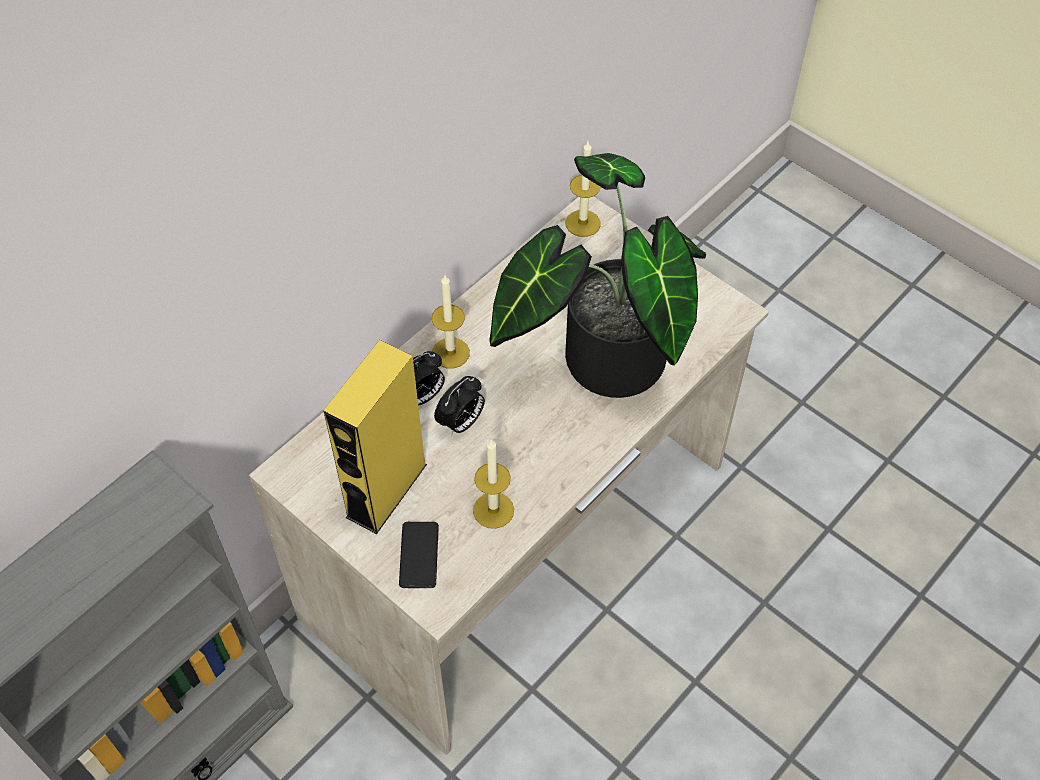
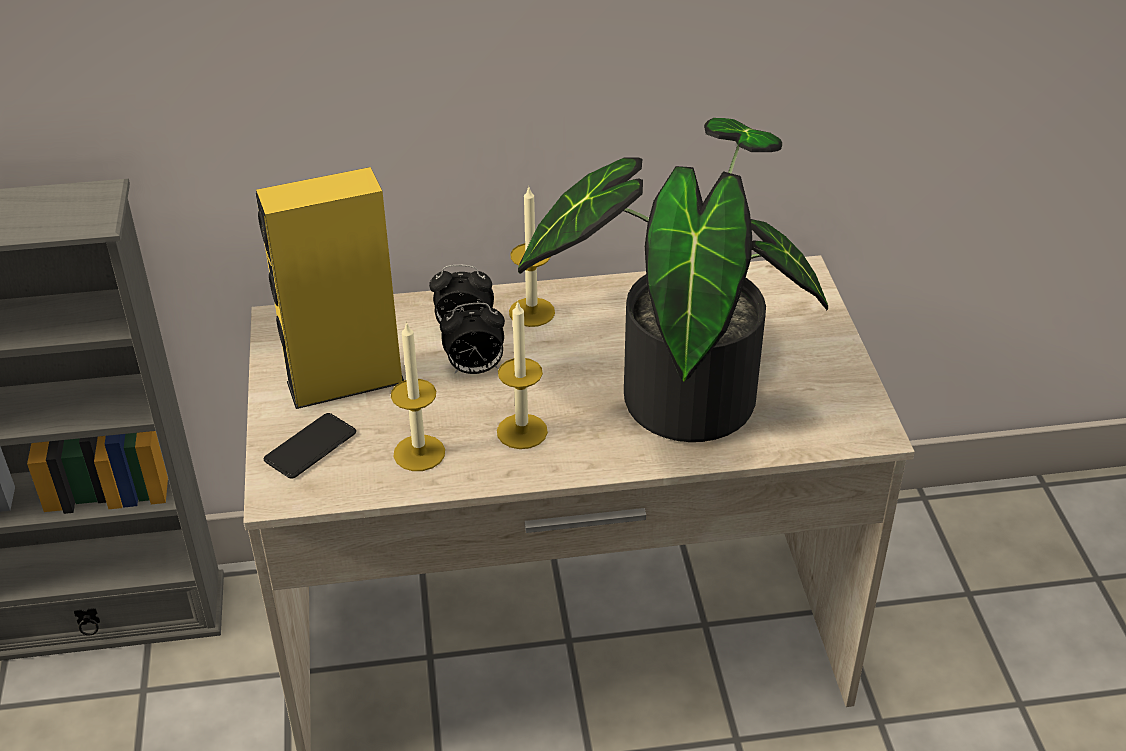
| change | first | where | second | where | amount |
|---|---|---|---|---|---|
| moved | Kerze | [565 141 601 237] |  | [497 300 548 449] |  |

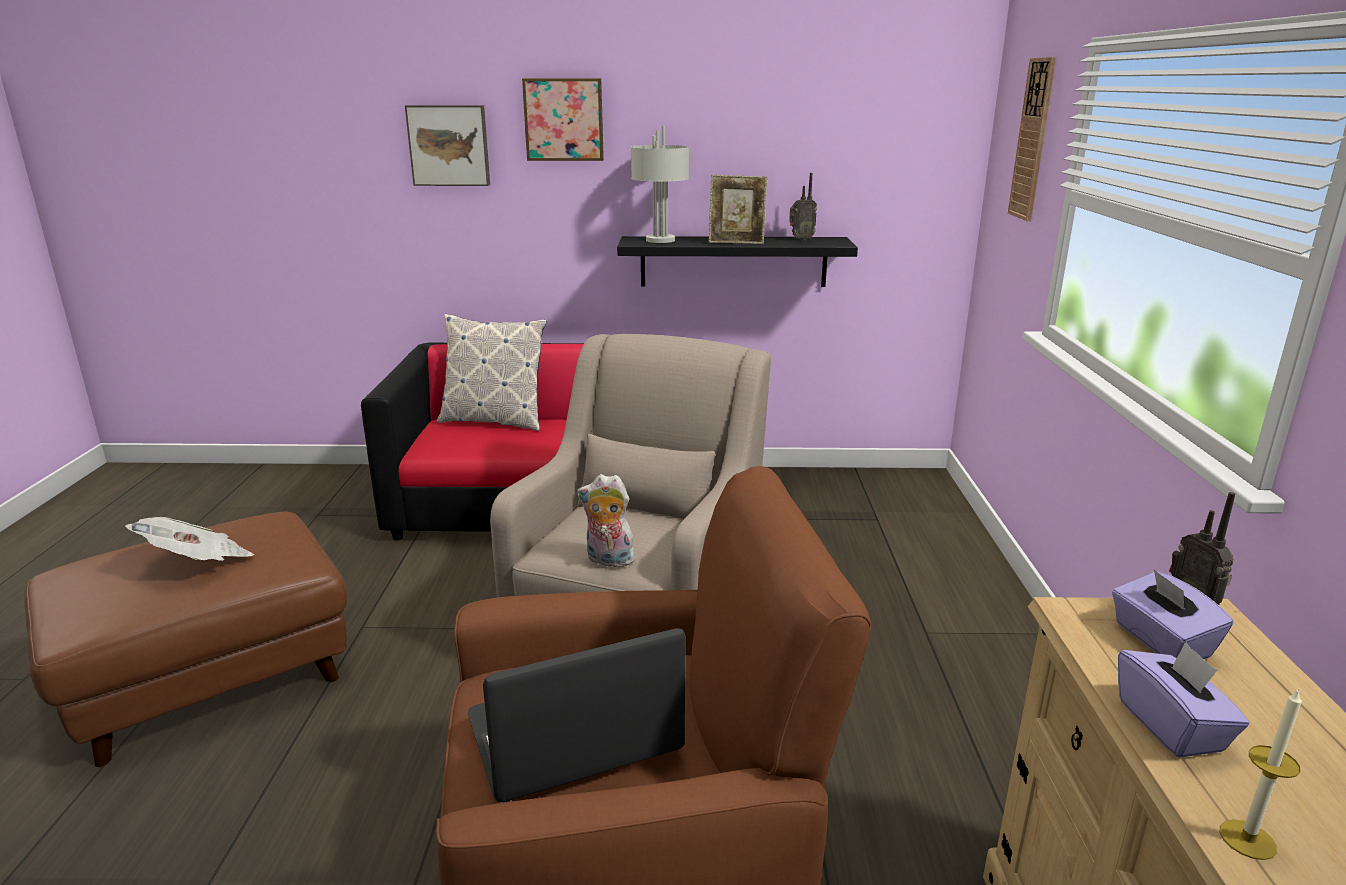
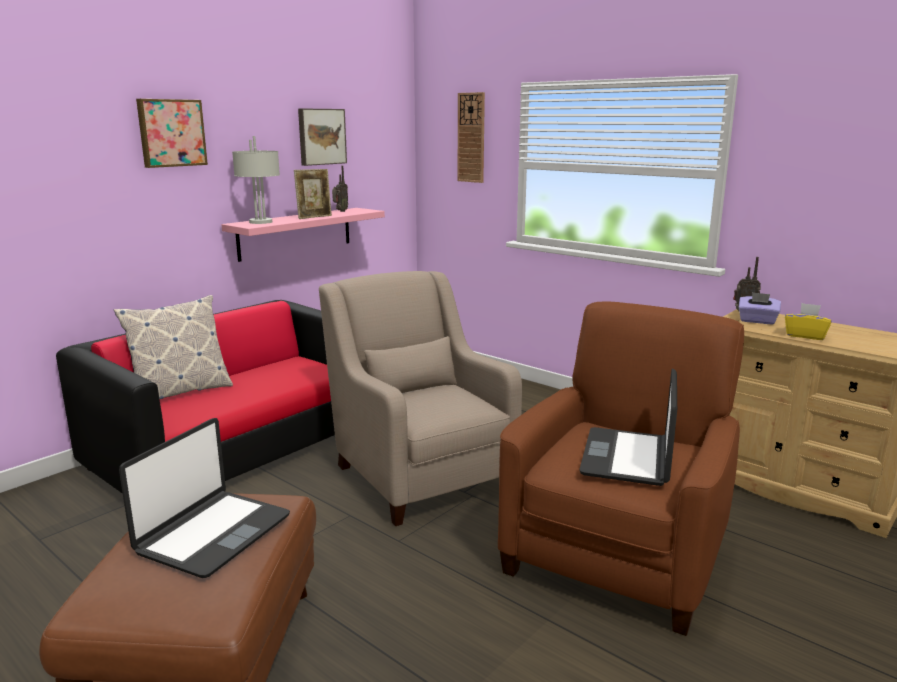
| change | first | where | second | where | amount |
|---|---|---|---|---|---|
| replaced | Zeitung | [125 517 254 561] | Laptop | [119 418 290 578] |  |
| recoloured | Wandregal/schwarz | [617 236 858 287] | Wandregal/rosa | [222 208 385 262] |  |
| moved | Bild | [405 105 490 186] |  | [298 108 347 166] |  |
| recoloured | Taschentuchbox/lila | [1118 642 1250 758] | Taschentuchbox/gelb | [785 303 832 340] |  |
| removed | Plüschtier | [577 474 640 567] |  |  |  |
| removed | Kerze | [1219 688 1302 860] |  |  |  |

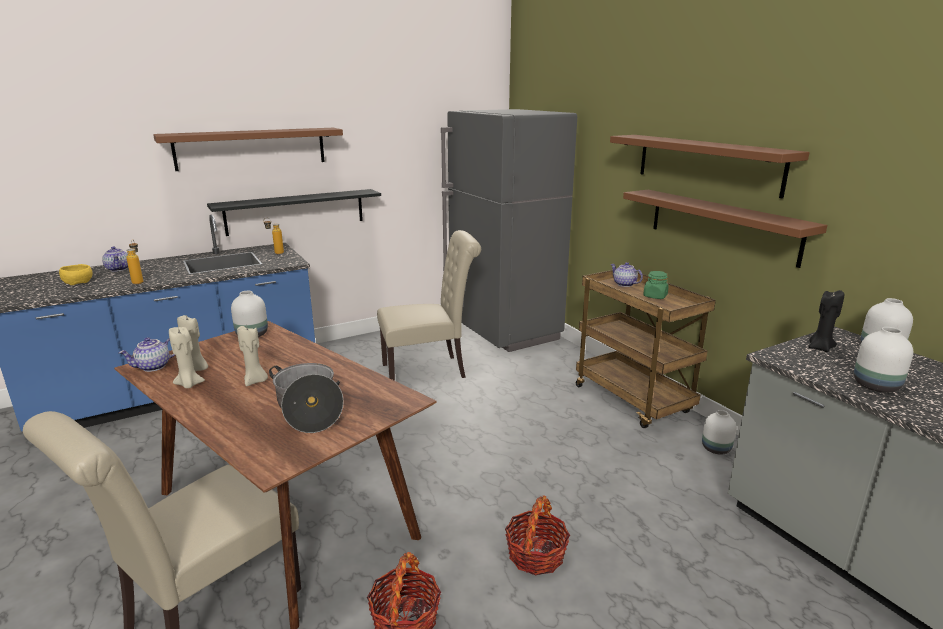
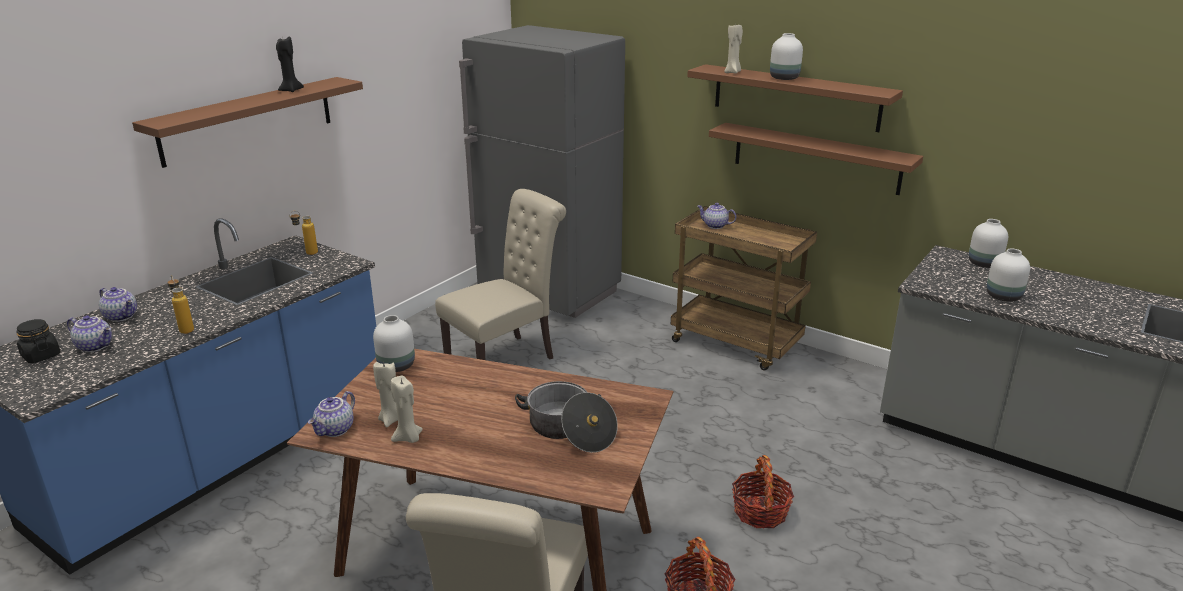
| change | first | where | second | where | amount |
|---|---|---|---|---|---|
| added |  |  | Vorratsglas/schwarz | [17 319 61 363] |  |
| replaced | Schüssel/gelb | [59 264 93 285] | Teekanne | [67 315 112 352] |  |
| moved | Kerze/schwarz | [808 290 844 352] |  | [276 36 304 92] |  |
| moved | Kerze/beige | [237 325 268 386] |  | [724 25 743 74] |  |
| moved | Vase/weiß | [702 410 736 455] |  | [770 33 803 80] |  |
| removed | Wandregal/schwarz | [207 189 381 236] |  |  |  |
| removed | Vorratsglas/grün | [643 271 669 299] |  |  |  |

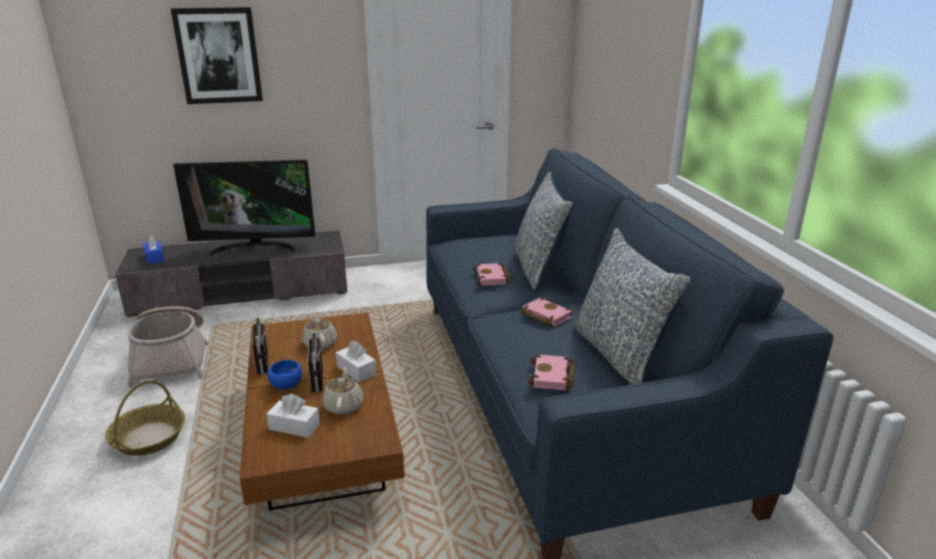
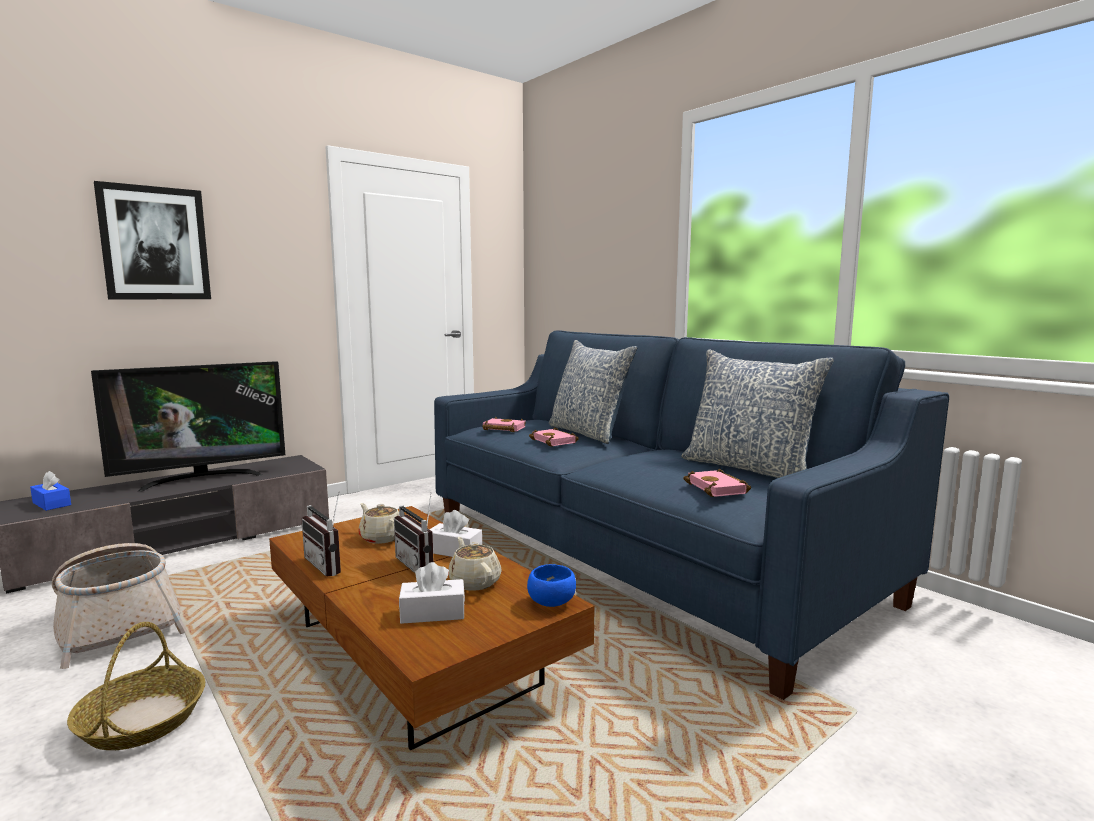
| change | first | where | second | where | amount |
|---|---|---|---|---|---|
| moved | Buch/rosa | [521 297 573 327] |  | [482 417 526 432] |  |
| moved | Schüssel/blau | [267 360 302 389] |  | [527 564 576 607] |  |

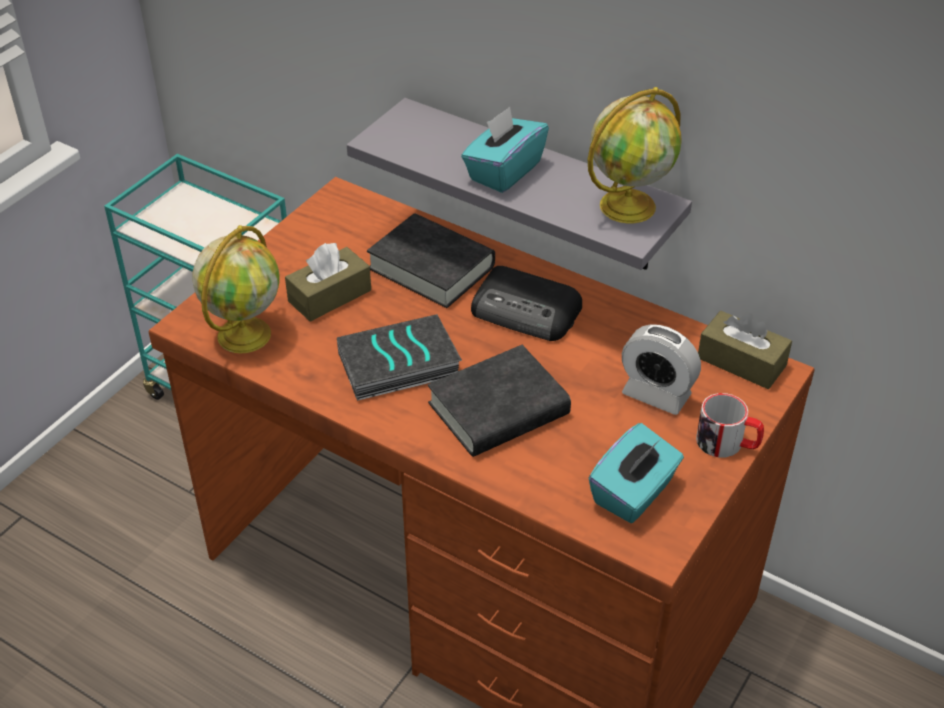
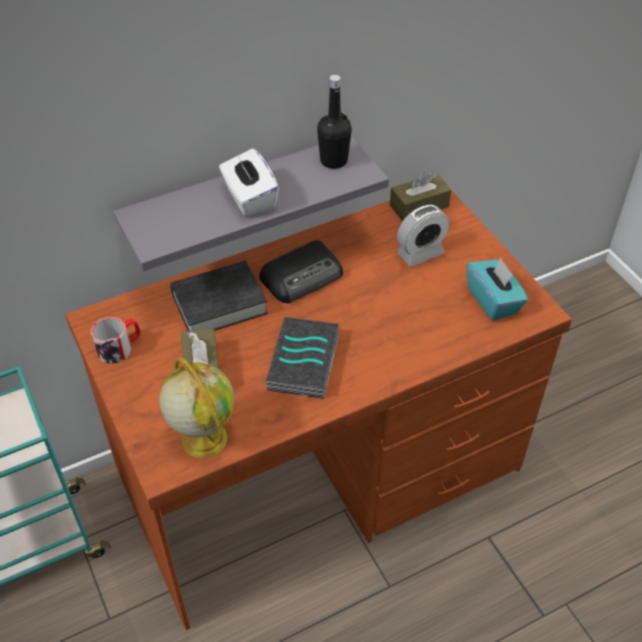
| change | first | where | second | where | amount |
|---|---|---|---|---|---|
| moved | Henkelbecher | [696 393 764 457] |  | [91 317 140 364] |  |
| recoloured | Taschentuchbox/türkis | [461 107 549 193] | Taschentuchbox/weiß | [219 149 279 217] |  |
| replaced | Globus | [588 87 682 223] | Flasche/schwarz | [317 75 352 169] |  |
| removed | Buch/schwarz | [428 345 571 457] |  |  |  |

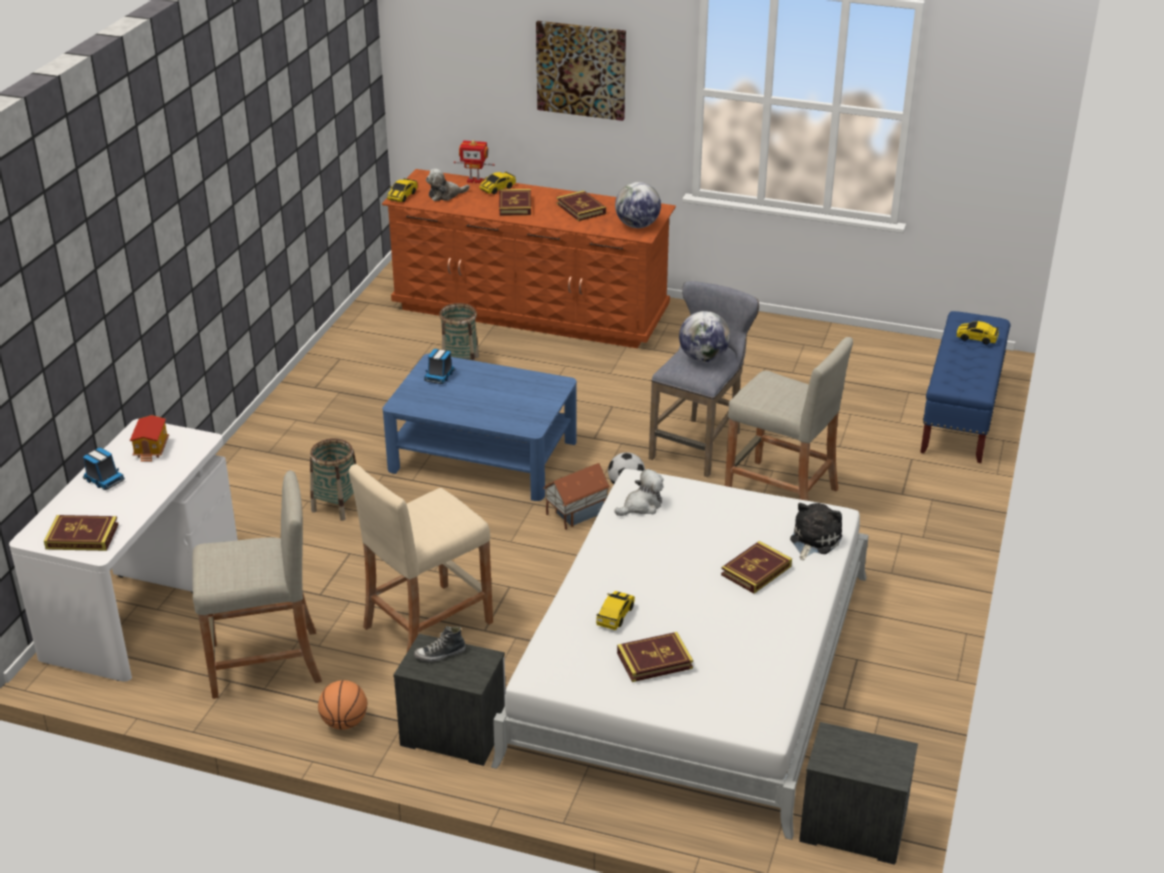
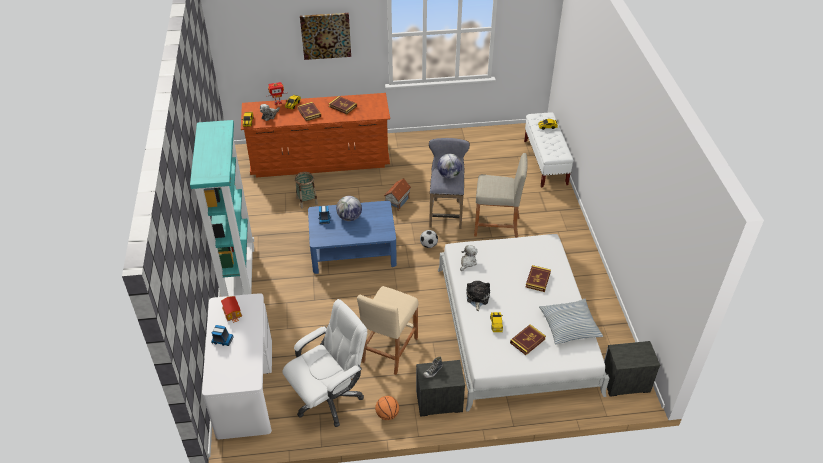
| change | first | where | second | where | amount |
|---|---|---|---|---|---|
| added |  |  | Bücherregal/türkis | [190 120 254 297] |  |
| replaced | Hocker/beige | [192 470 322 699] | Bürostuhl/weiß | [282 299 367 427] |  |
| moved | Globus | [615 182 661 228] |  | [336 196 362 221] |  |
| moved | Spielzeughaus | [543 463 610 530] |  | [384 178 411 211] |  |
| moved | Plüschtier | [790 503 842 560] |  | [466 281 490 311] |  |
| recoloured | Bank/blau | [920 311 1011 463] | Bank/weiß | [524 113 574 187] |  |
| added |  |  | Kissen | [539 299 603 345] |  |
| removed | Buch | [44 515 119 551] |  |  |  |
| removed | Korb | [310 439 356 521] |  |  |  |

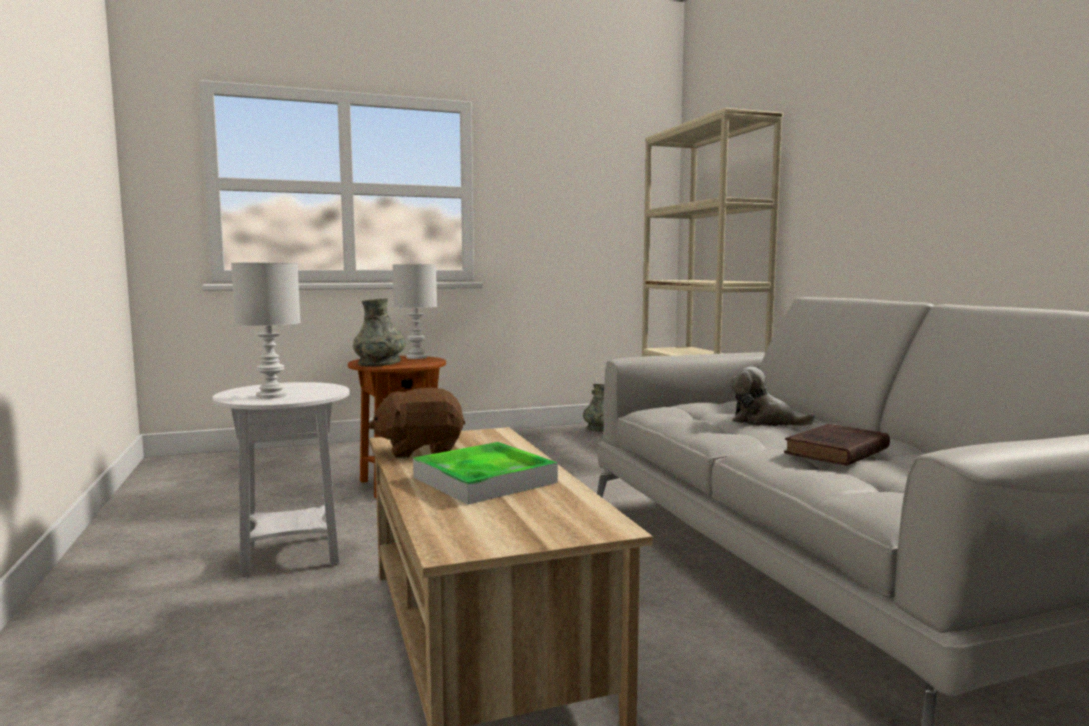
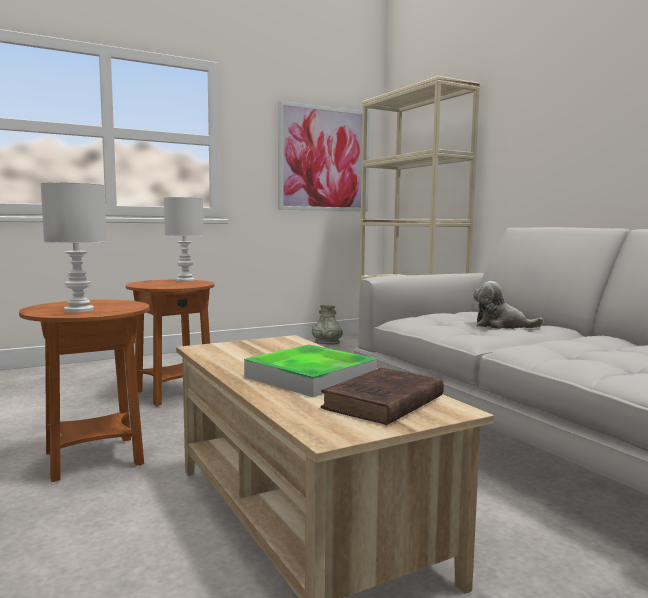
| change | first | where | second | where | amount |
|---|---|---|---|---|---|
| recoloured | Beistelltisch/weiß | [212 382 350 577] | Beistelltisch/braun | [19 300 149 482] |  |
| added |  |  | Bild | [279 101 370 212] |  |
| moved | Buch/braun | [784 424 890 466] |  | [321 368 444 425] |  |
| removed | Vase/grau | [353 298 405 367] |  |  |  |
| removed | Plüschtier/braun | [368 388 465 458] |  |  |  |

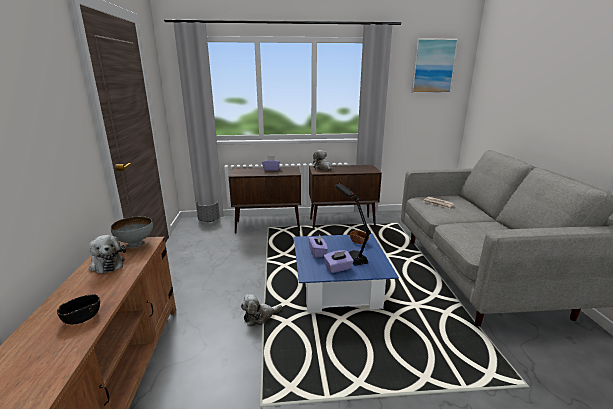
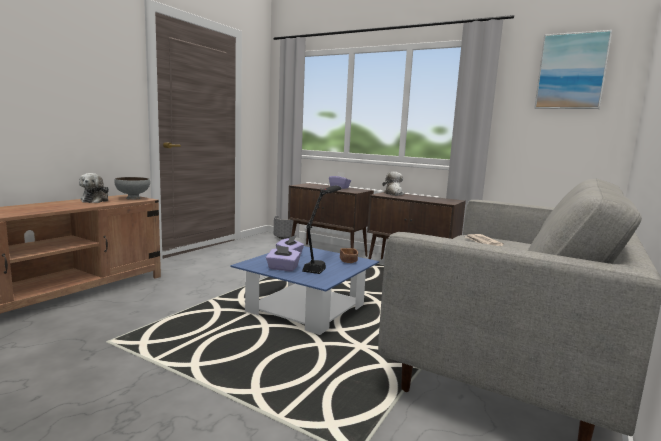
| change | first | where | second | where | amount |
|---|---|---|---|---|---|
| removed | Schüssel/schwarz | [57 294 100 324] |  |  |  |
| removed | Plüschtier | [241 294 282 326] |  |  |  |

